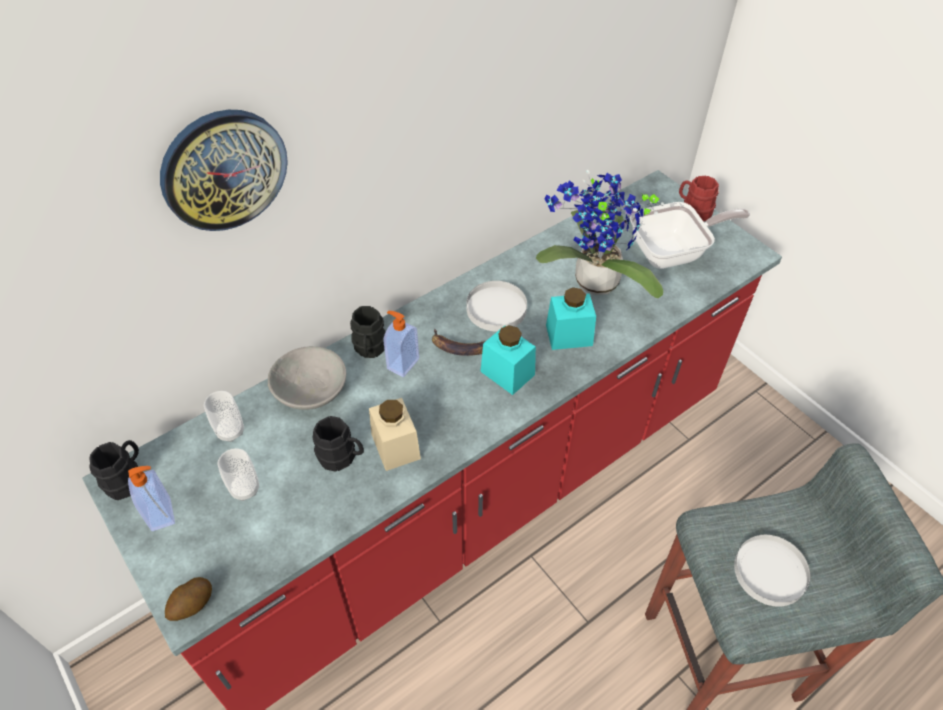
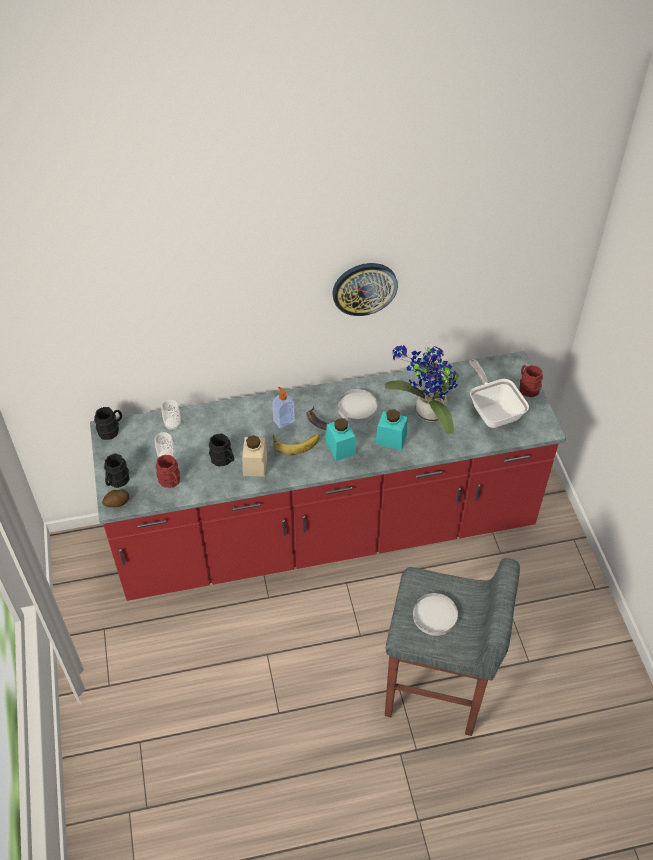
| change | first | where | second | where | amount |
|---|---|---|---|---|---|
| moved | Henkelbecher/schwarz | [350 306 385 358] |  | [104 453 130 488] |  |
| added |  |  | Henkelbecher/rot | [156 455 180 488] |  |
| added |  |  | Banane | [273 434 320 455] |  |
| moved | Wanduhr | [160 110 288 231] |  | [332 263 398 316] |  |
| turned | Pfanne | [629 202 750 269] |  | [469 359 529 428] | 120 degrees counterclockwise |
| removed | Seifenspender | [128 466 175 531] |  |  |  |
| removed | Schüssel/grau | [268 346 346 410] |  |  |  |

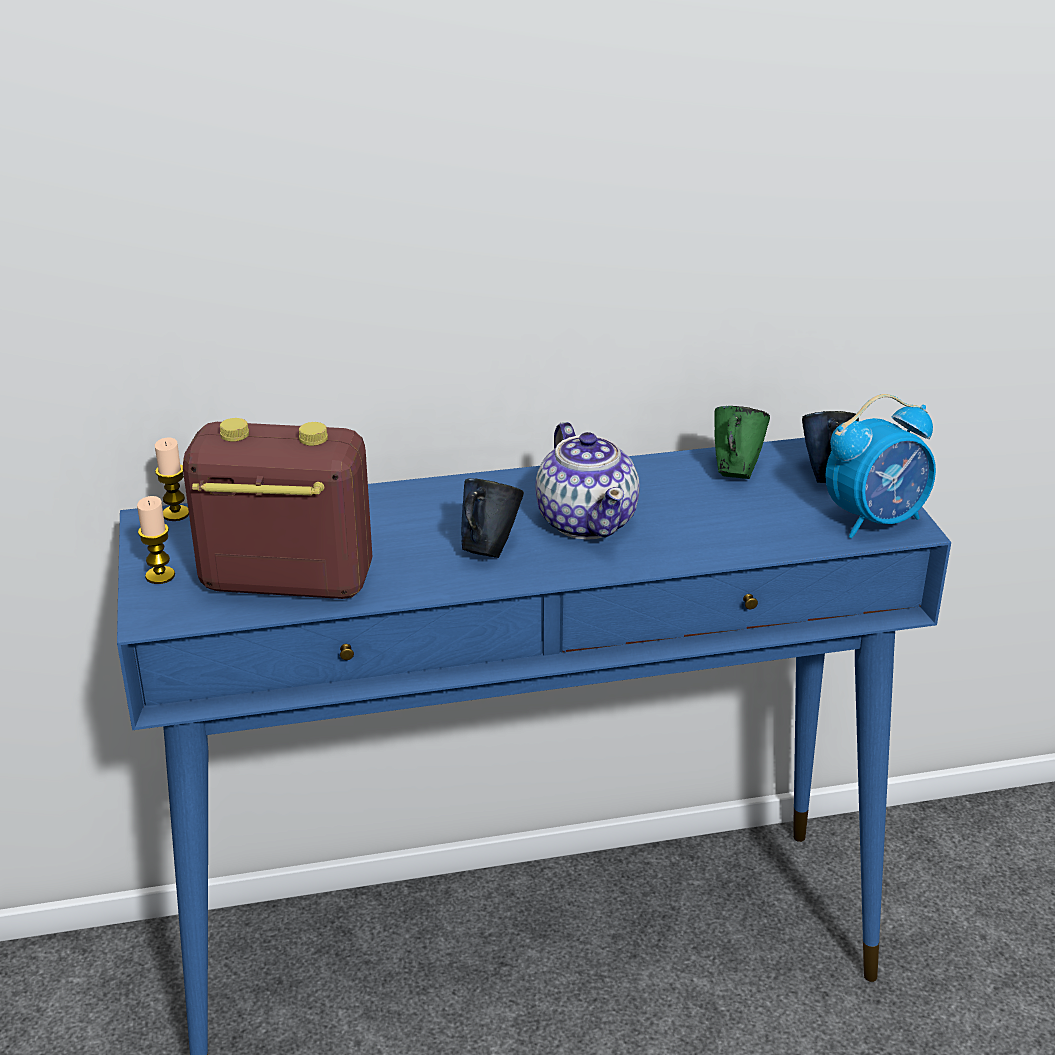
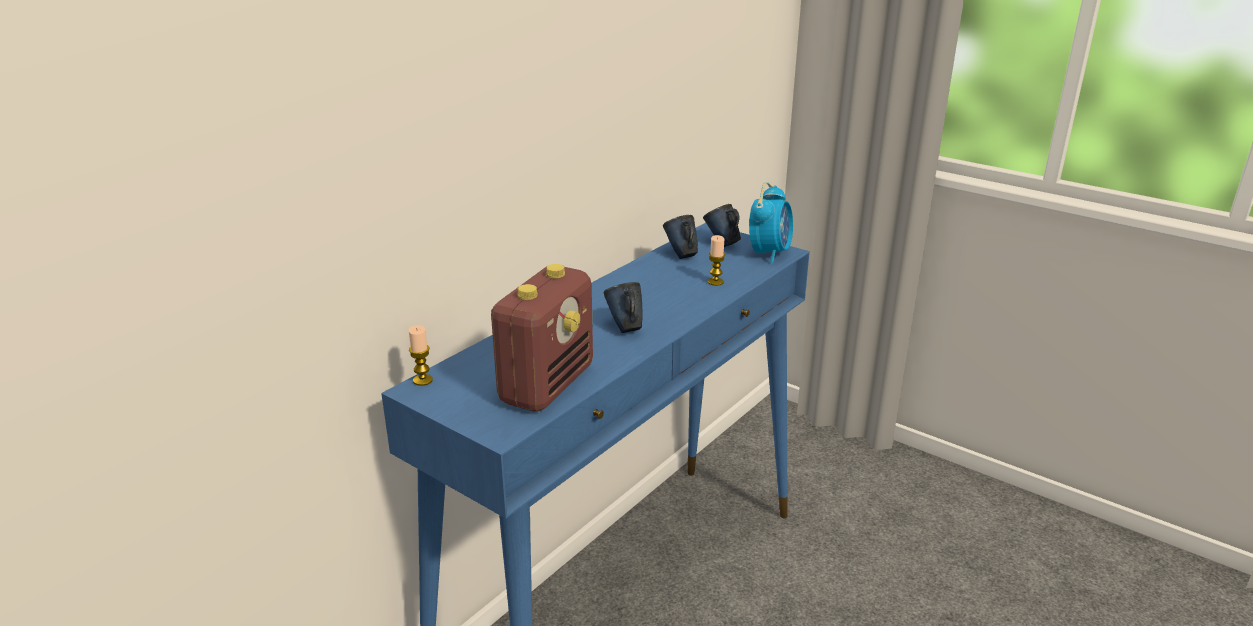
| change | first | where | second | where | amount |
|---|---|---|---|---|---|
| turned | Radio | [183 418 372 599] |  | [491 264 593 412] | 150 degrees clockwise |
| recoloured | Henkelbecher/grün | [714 406 770 479] | Henkelbecher/blau | [663 215 698 259] |  |
| moved | Kerze | [137 496 175 584] |  | [708 235 725 286] |  |
| removed | Teekanne | [535 422 640 540] |  |  |  |

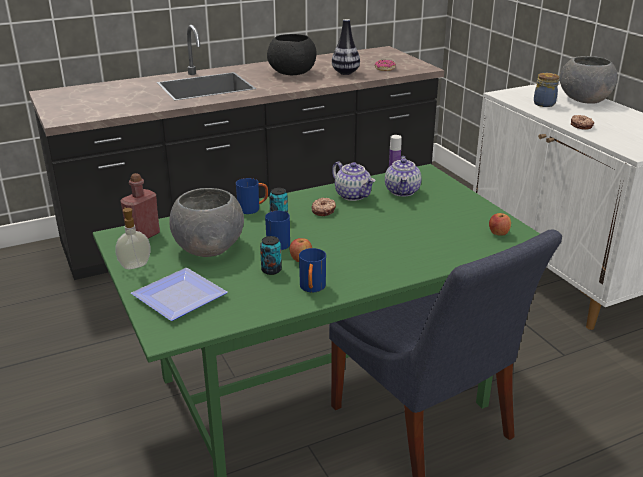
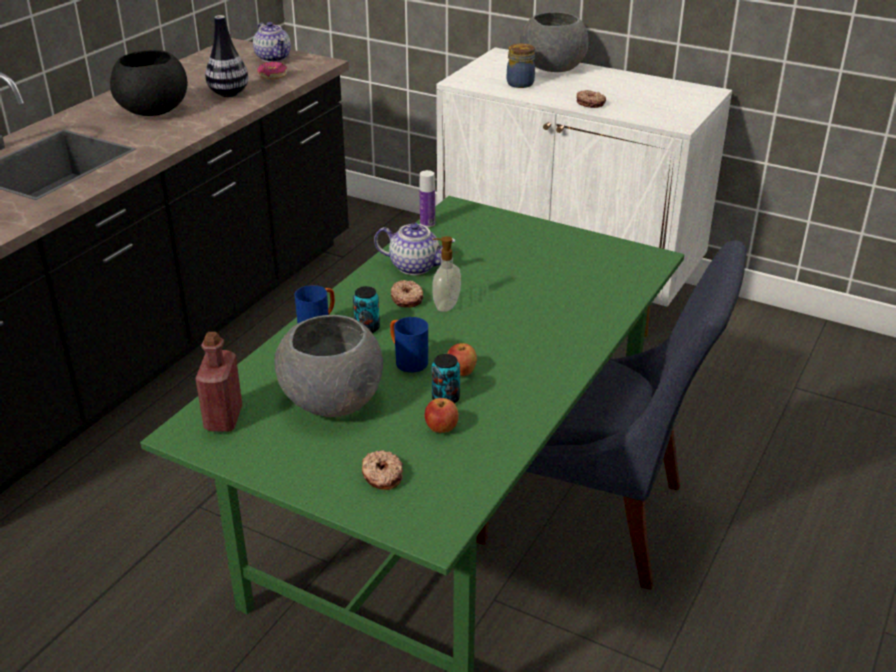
| change | first | where | second | where | amount |
|---|---|---|---|---|---|
| moved | Teekanne | [385 156 421 196] |  | [253 22 291 62] |  |
| replaced | Teller | [131 268 228 321] | Donut | [362 450 403 490] |  |
| moved | Apfel | [489 213 511 236] |  | [425 398 459 433] |  |
| moved | Seifenspender | [115 207 151 269] |  | [433 236 461 312] |  |
| removed | Henkelbecher/blau | [299 248 326 292] |  |  |  |

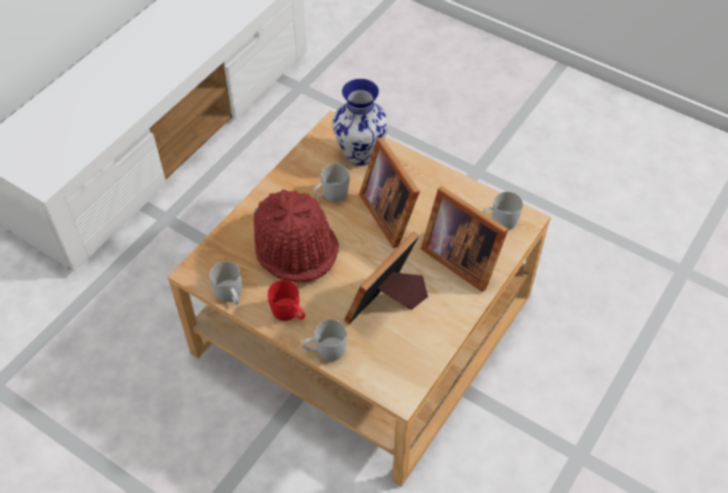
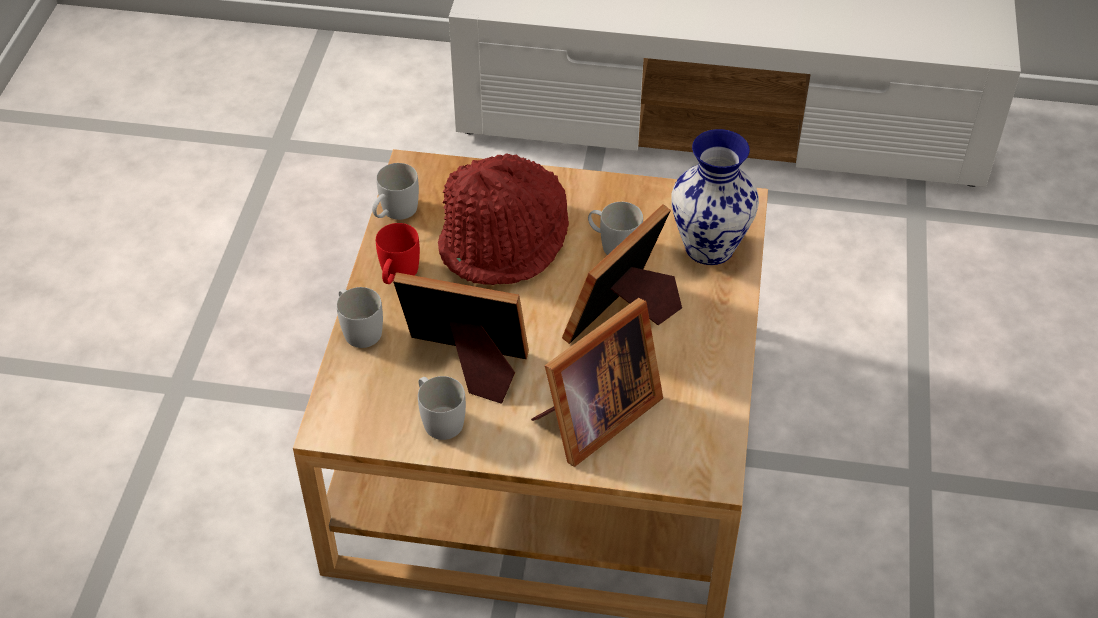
| change | first | where | second | where | amount |
|---|---|---|---|---|---|
| moved | Henkelbecher/weiß | [482 192 523 230] |  | [418 376 466 440] |  |
| turned | Bilderrahmen | [421 186 508 292] |  | [531 298 663 467] | 150 degrees counterclockwise |

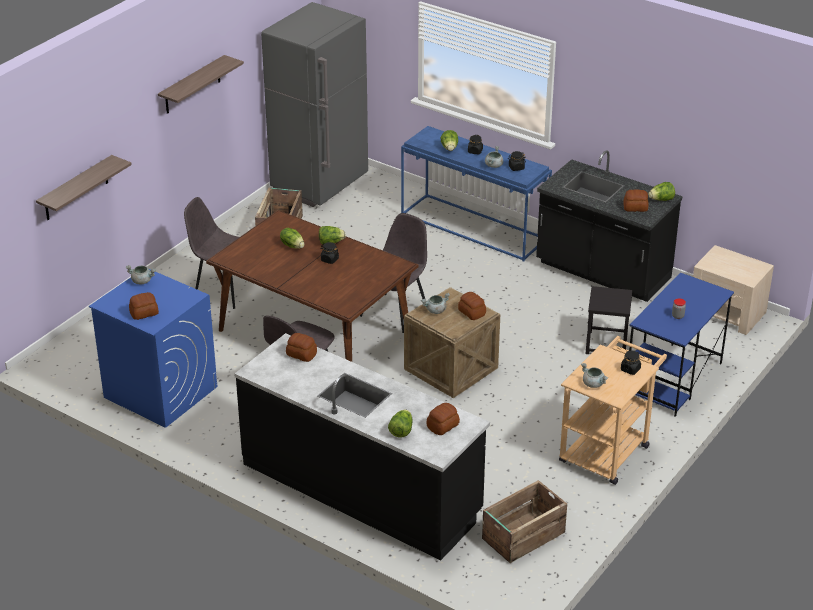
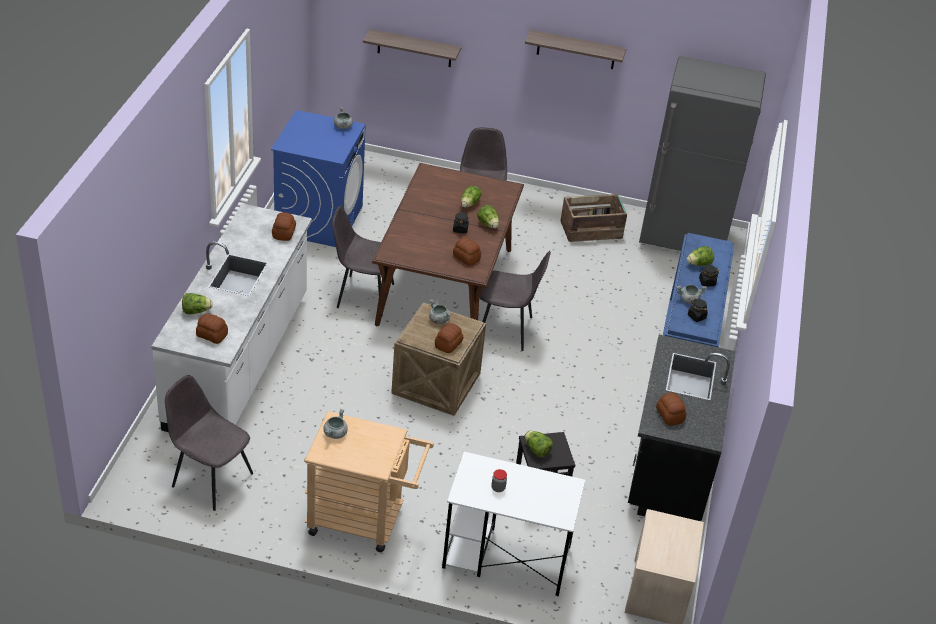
| change | first | where | second | where | amount |
|---|---|---|---|---|---|
| recoloured | Küchenzeile/schwarz | [235 333 490 560] | Küchenzeile/weiß | [151 204 312 432] |  |
| replaced | Kiste | [482 480 567 563] | Stuhl/grau | [165 375 253 511] |  |
| recoloured | Schreibtisch/blau | [629 272 734 417] | Schreibtisch/weiß | [442 452 585 597] |  |
| moved | Brot | [129 292 159 320] |  | [453 237 481 266] |  |
| moved | Salatkopf | [648 182 675 201] |  | [525 431 553 457] |  |
| removed | Vorratsglas/schwarz | [621 351 641 375] |  |  |  |

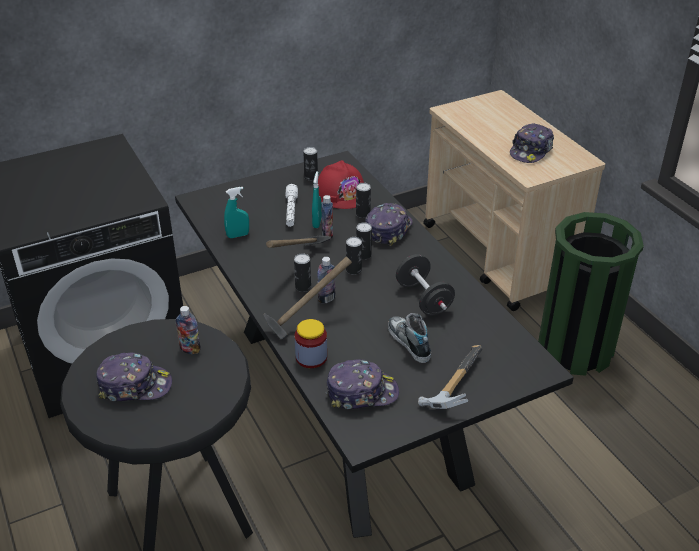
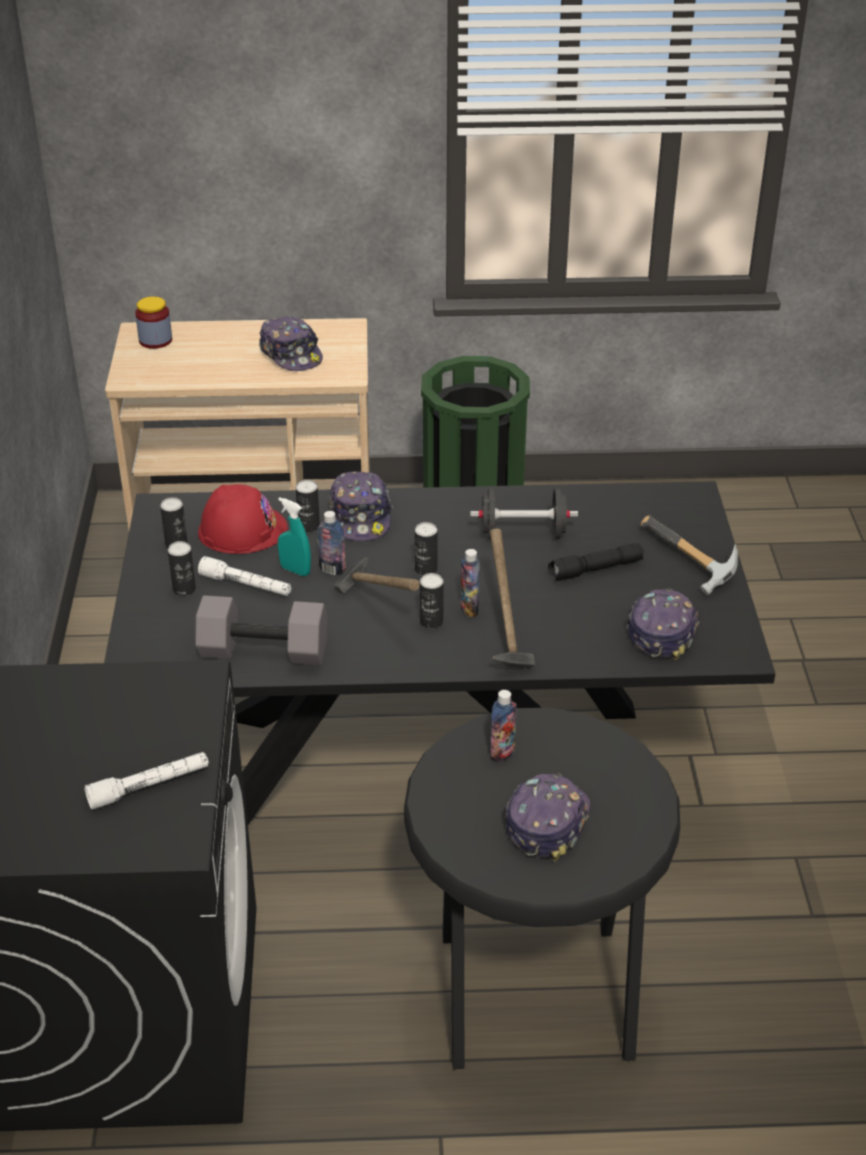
| change | first | where | second | where | amount |
|---|---|---|---|---|---|
| added |  |  | Taschenlampe/weiß | [84 752 209 810] |  |
| moved | Vorratsglas | [295 319 327 368] |  | [135 297 172 349] |  |
| moved | Dose | [356 222 372 260] |  | [168 541 196 596] |  |
| replaced | Sprühflasche/türkis | [224 187 249 238] | Hantel/grau | [195 595 327 666] |  |
| turned | Kappe | [365 203 413 246] |  | [329 471 393 541] | 150 degrees counterclockwise |
| replaced | Schuh | [388 313 431 363] | Taschenlampe/schwarz | [548 543 644 581] |  |

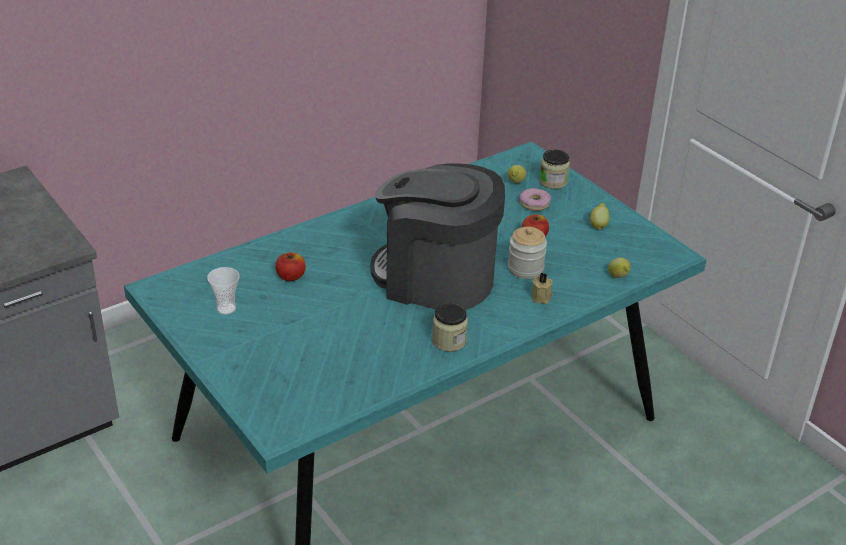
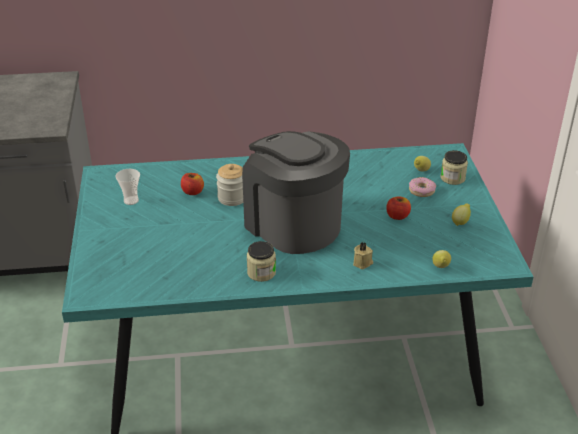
| change | first | where | second | where | amount |
|---|---|---|---|---|---|
| moved | Vorratsglas | [508 227 547 279] |  | [216 164 243 206] |  |

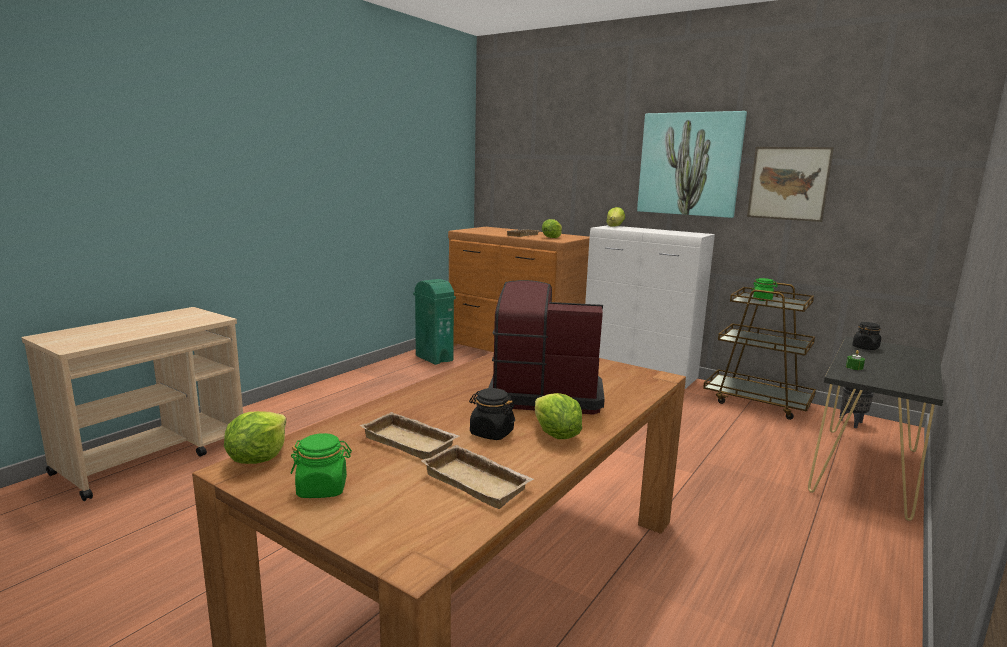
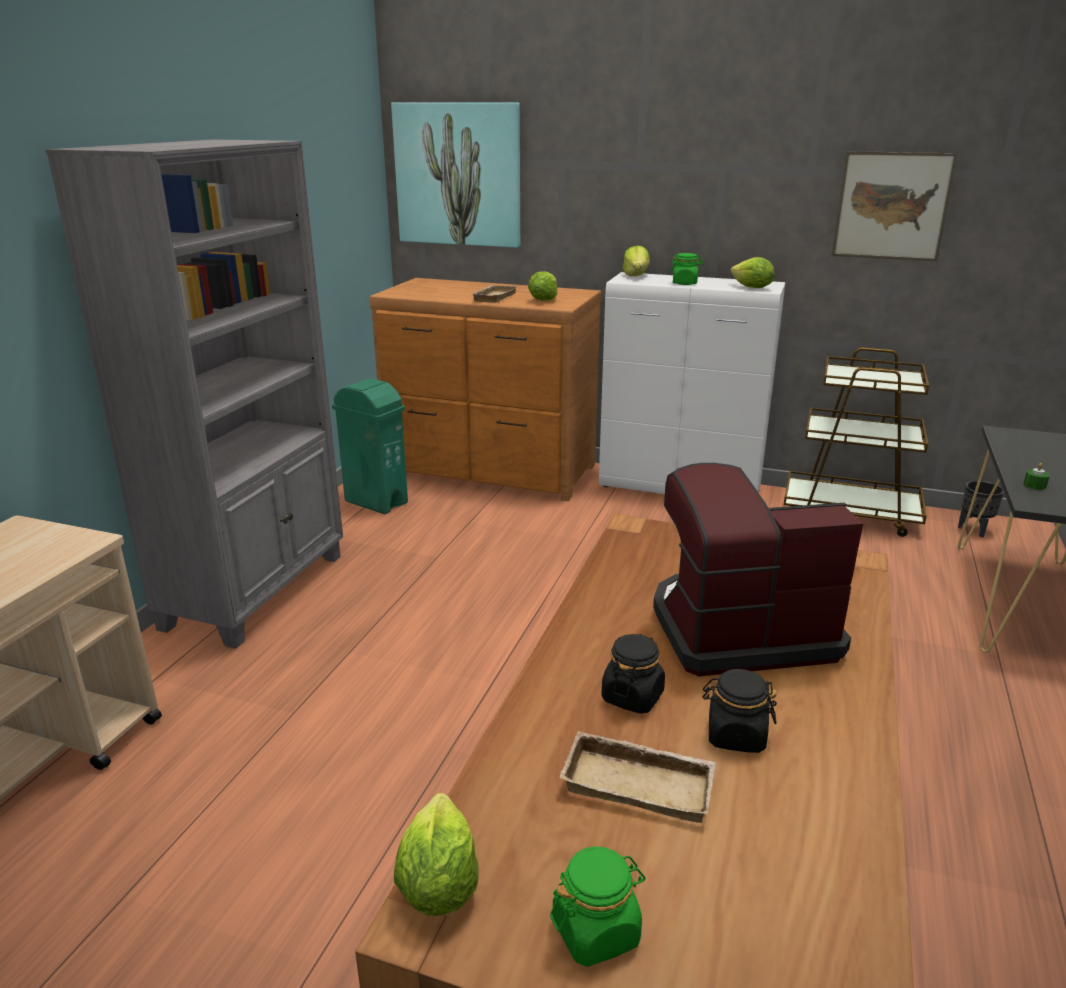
| change | first | where | second | where | amount |
|---|---|---|---|---|---|
| added |  |  | Bücherregal/grau | [45 139 343 649] |  |
| moved | Bild | [637 111 747 218] |  | [391 102 520 248] |  |
| moved | Vorratsglas/schwarz | [852 322 881 350] |  | [601 634 665 714] |  |
| moved | Vorratsglas/grün | [752 278 778 301] |  | [670 253 703 285] |  |
| moved | Salatkopf | [535 393 582 439] |  | [731 257 774 288] |  |
| removed | Tablett/beige | [421 445 534 509] |  |  |  |

